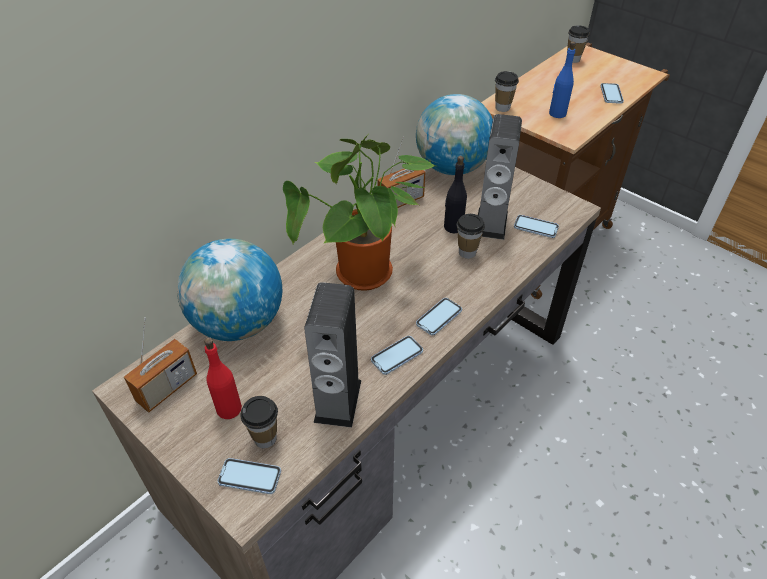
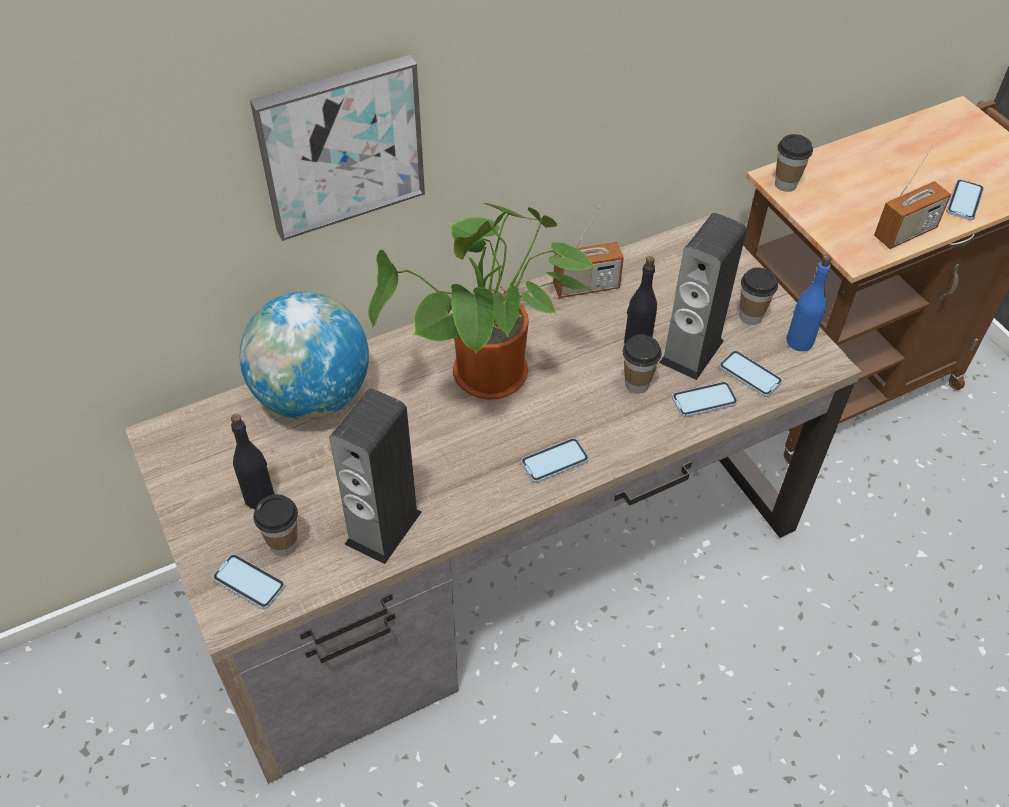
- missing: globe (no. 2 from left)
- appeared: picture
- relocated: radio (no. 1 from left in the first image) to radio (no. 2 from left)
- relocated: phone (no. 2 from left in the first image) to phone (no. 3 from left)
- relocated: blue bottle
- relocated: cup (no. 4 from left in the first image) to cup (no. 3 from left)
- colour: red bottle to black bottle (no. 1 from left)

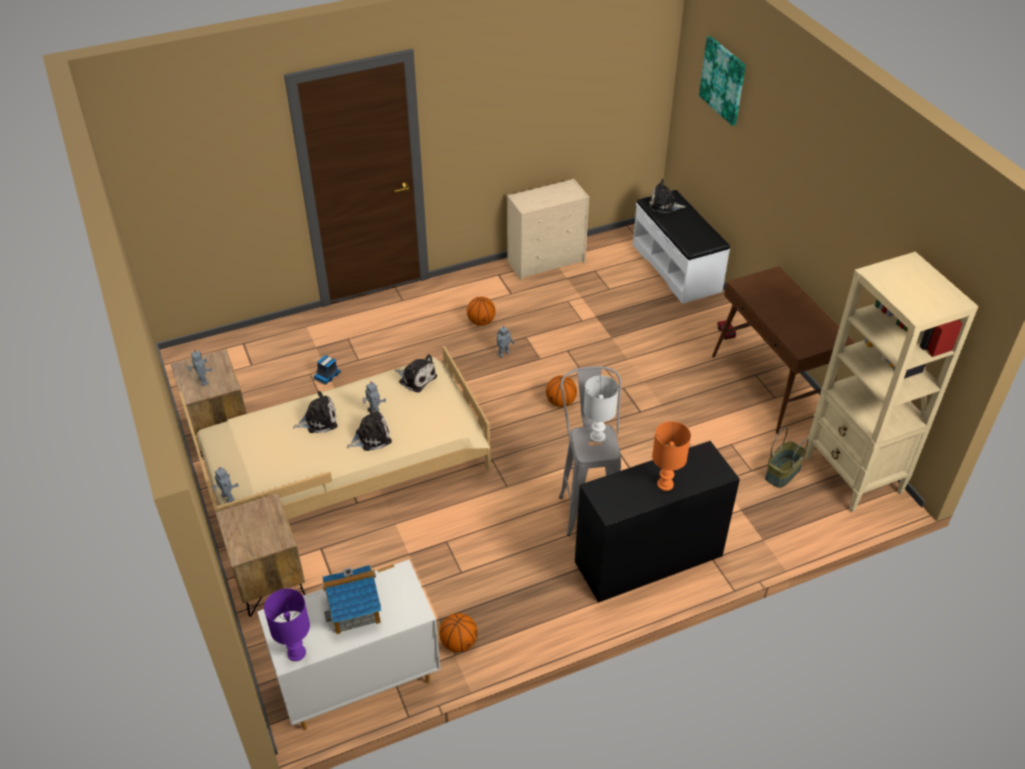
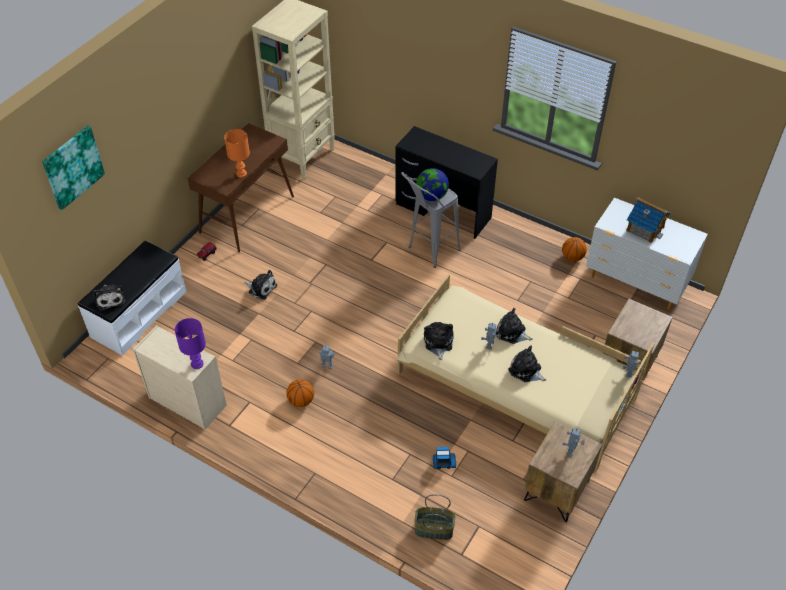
- missing: basketball (no. 3 from left)
- appeared: plush toy (no. 2 from left)
- relocated: purple table lamp
- relocated: orange table lamp
- relocated: basket
- exchanged: white table lamp to globe

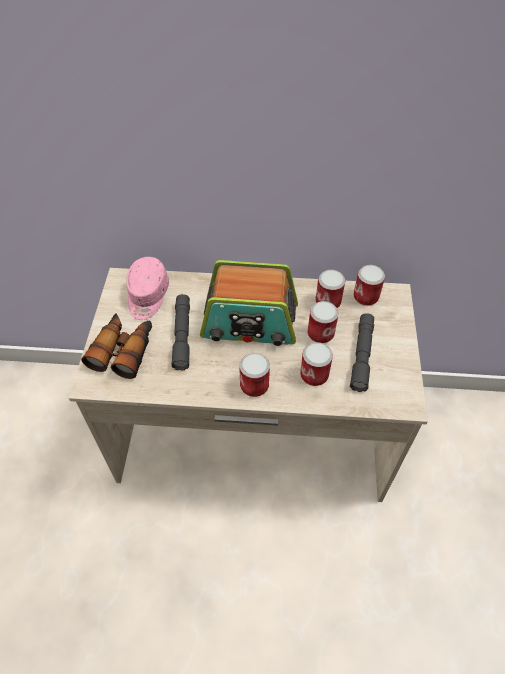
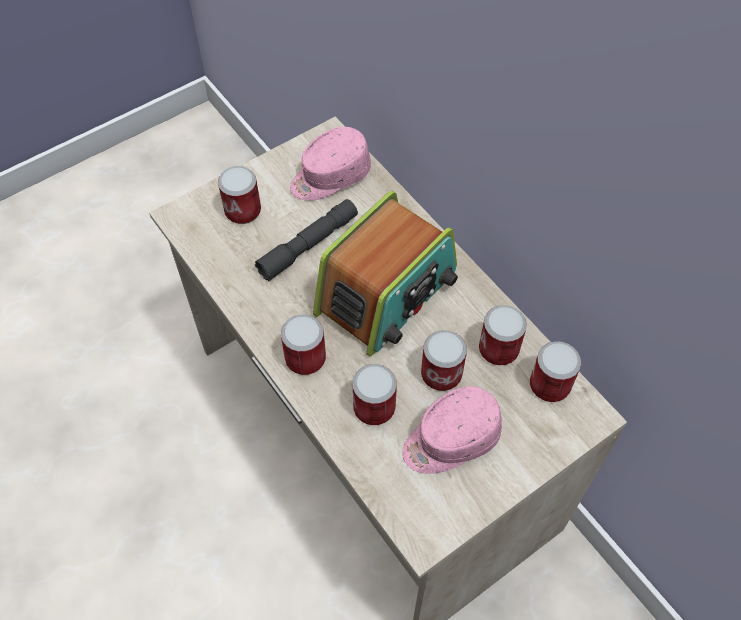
- exchanged: binoculars to can (no. 1 from left)
- exchanged: grey flashlight (no. 2 from left) to pink cap (no. 2 from left)
- spun: radio 105 degrees counterclockwise

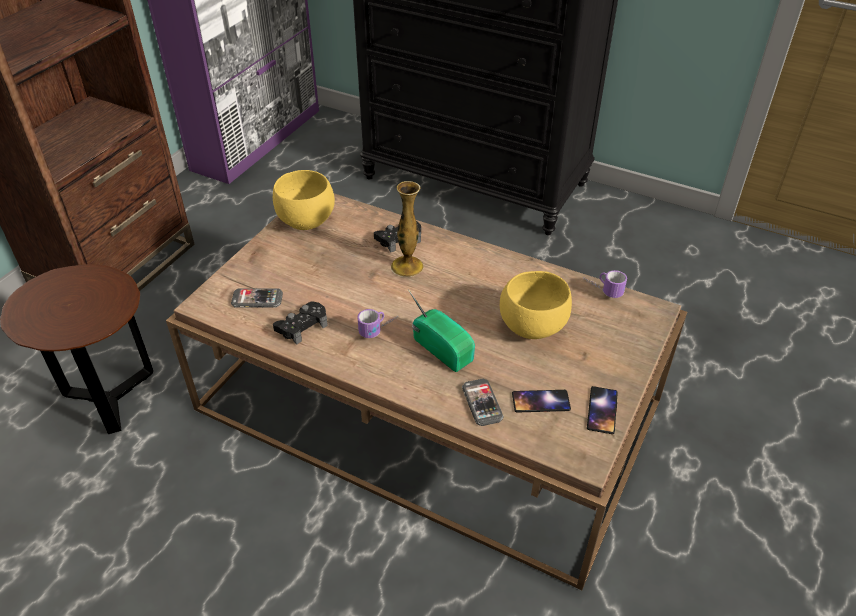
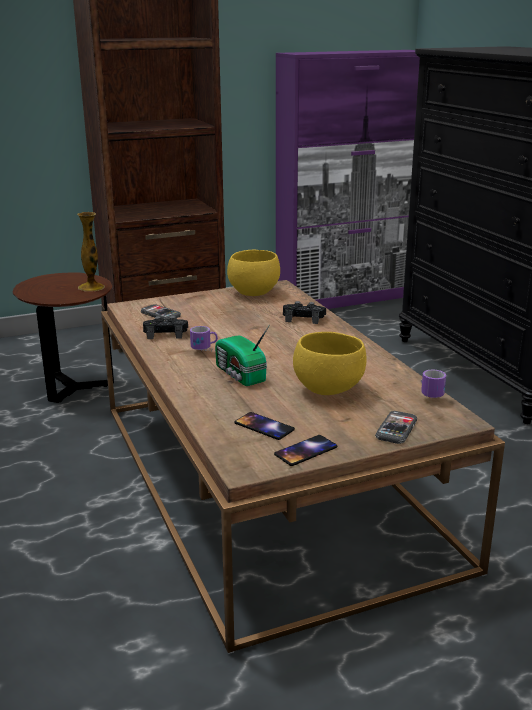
- relocated: vase
- relocated: phone (no. 2 from left in the first image) to phone (no. 4 from left)
- spun: radio 150 degrees clockwise

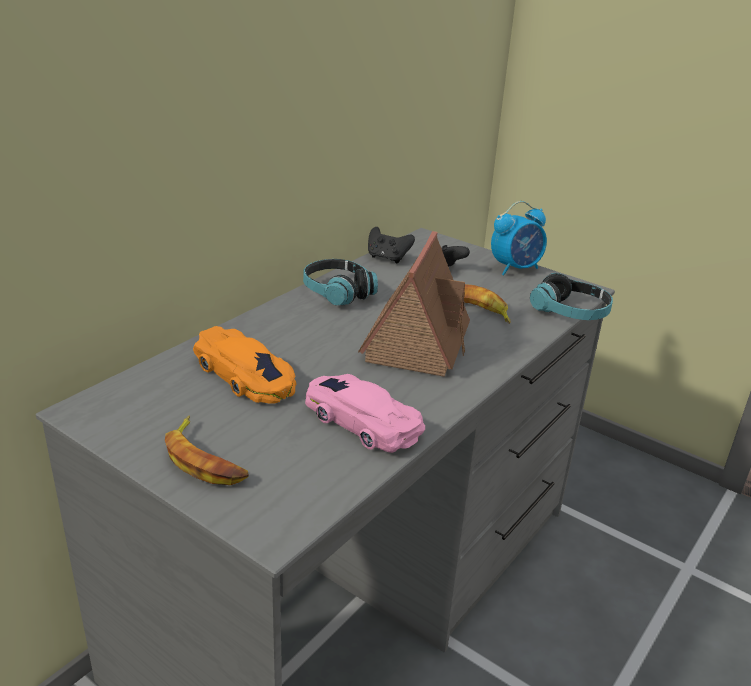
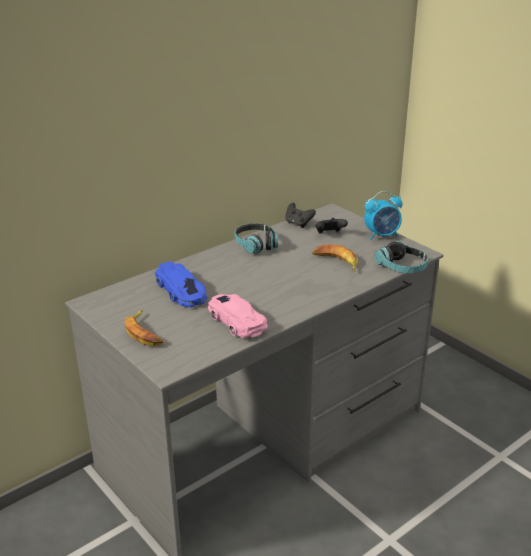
- missing: toy house
- colour: orange toy car to blue toy car

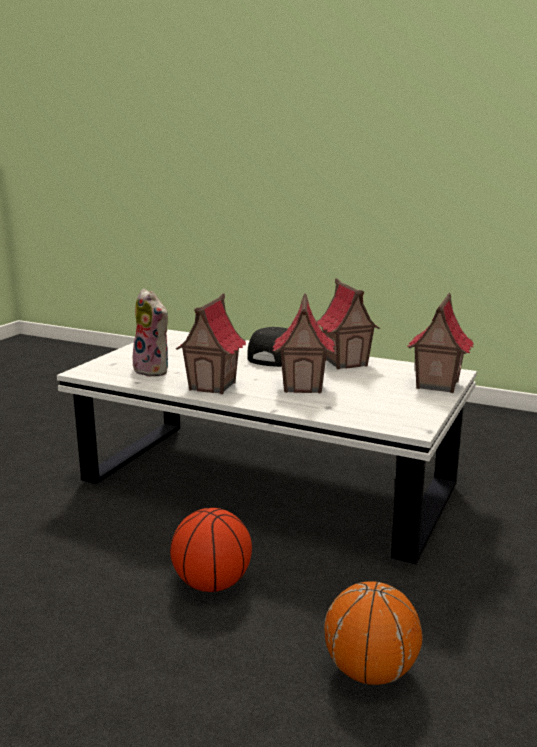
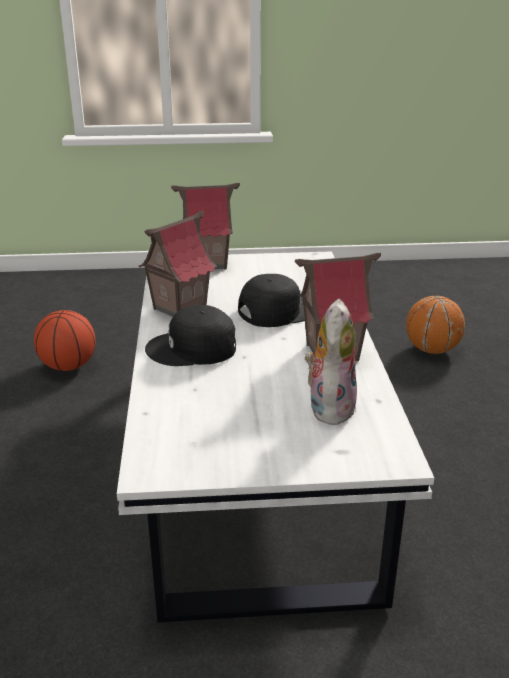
- relocated: basketball (no. 1 from left)
- exchanged: toy house (no. 2 from left) to black cap (no. 2 from left)

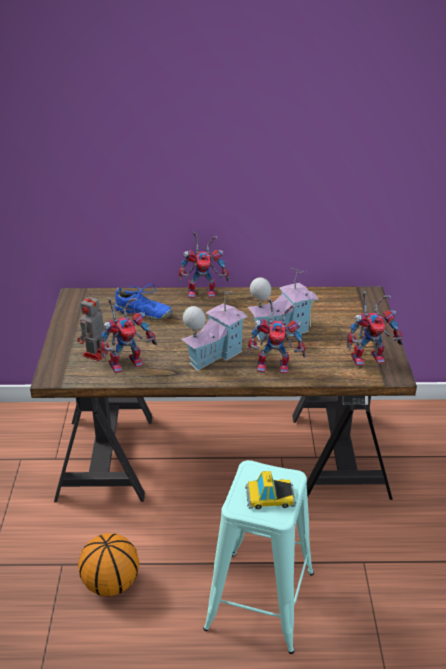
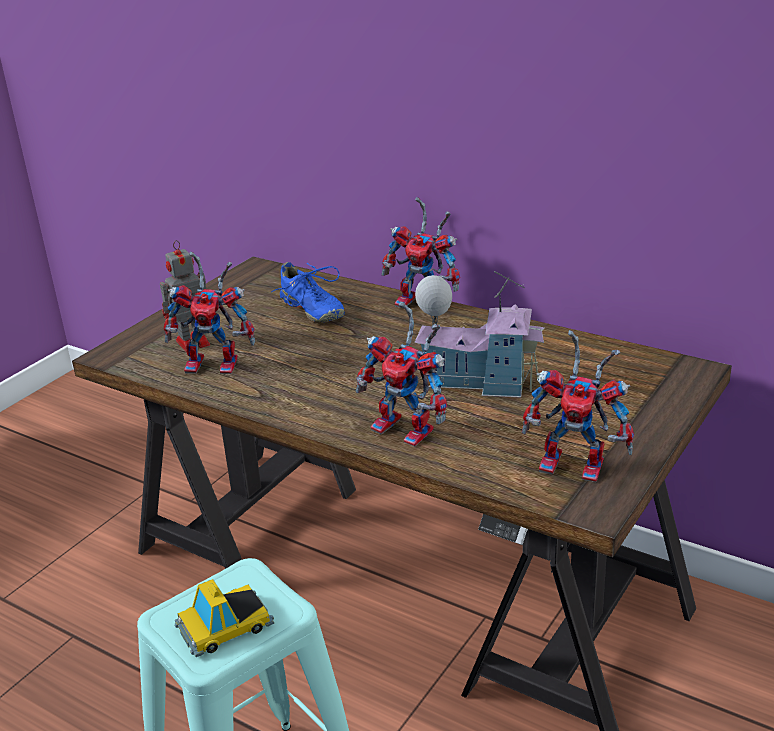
- missing: basketball
- missing: toy house (no. 1 from left)
- spun: toy car 60 degrees counterclockwise

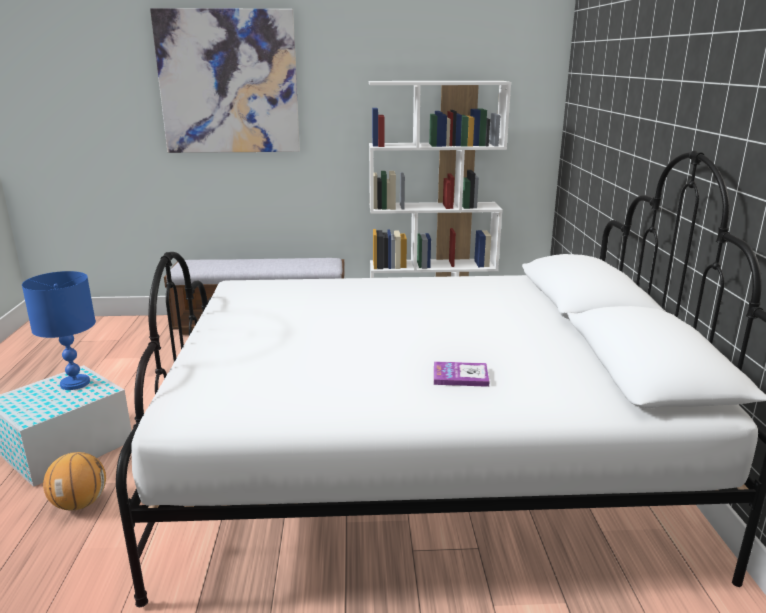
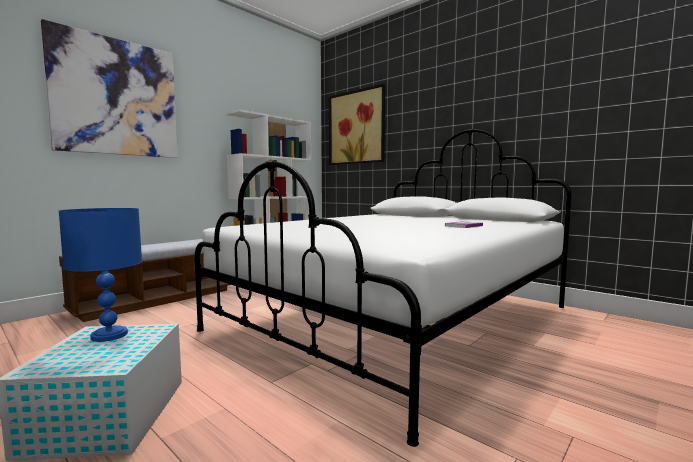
- missing: basketball
- appeared: picture (no. 2 from left)

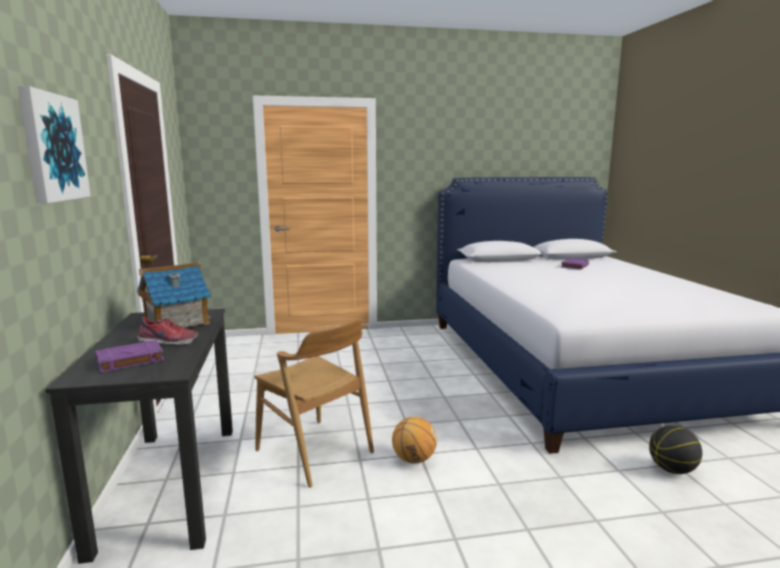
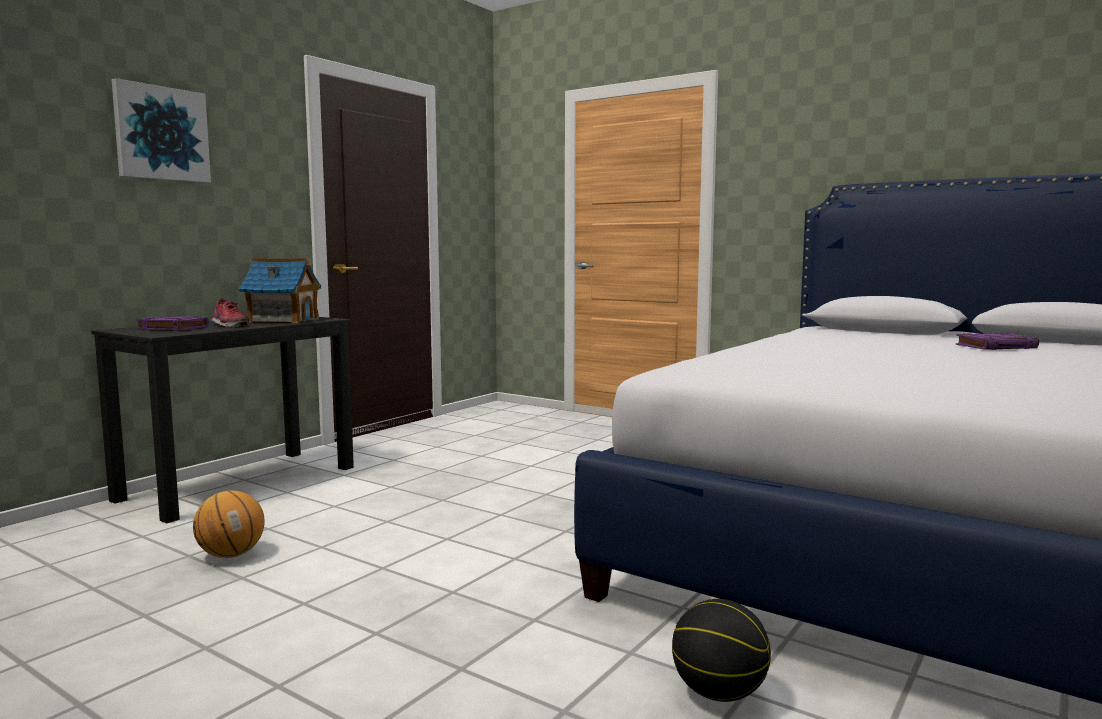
- missing: brown chair
- relocated: basketball (no. 1 from left)

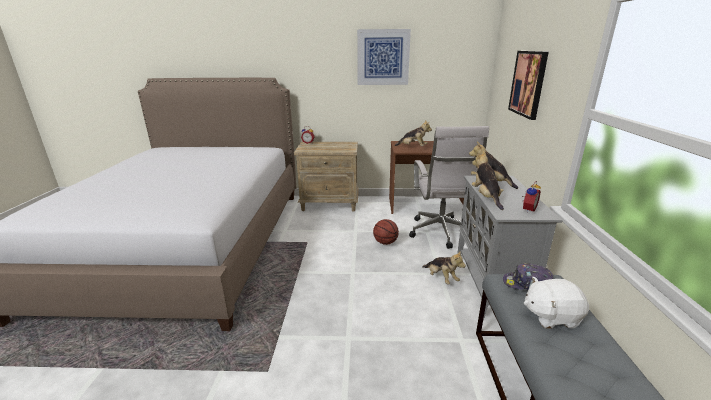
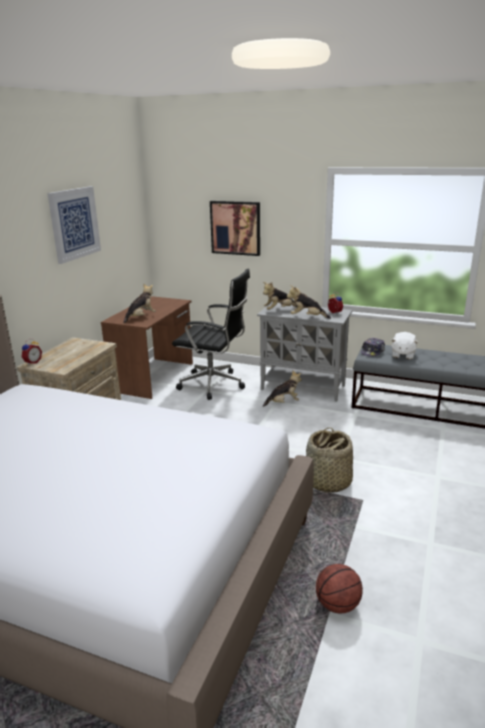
- appeared: basket
- relocated: basketball
- colour: white office chair to black office chair

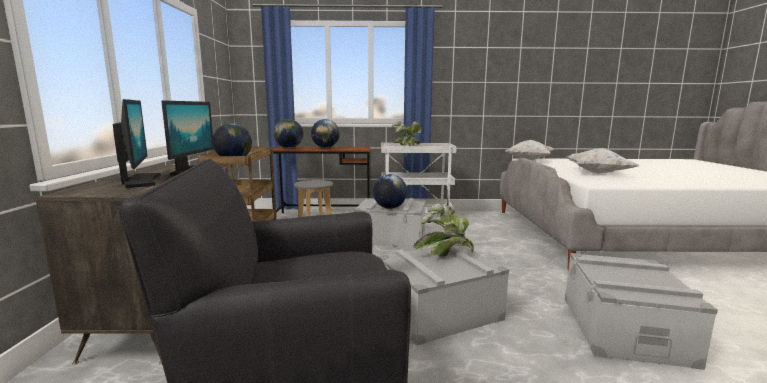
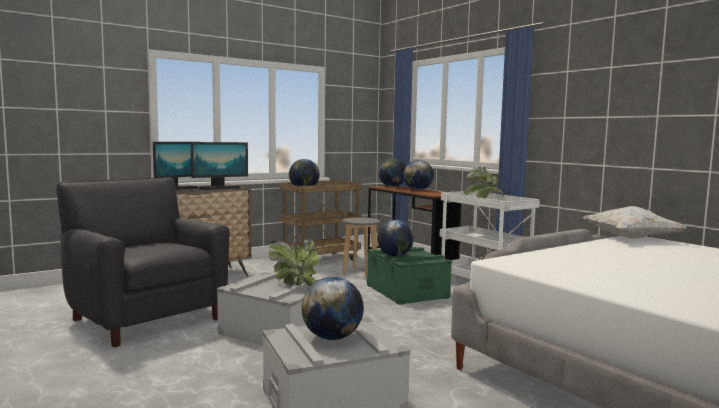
- missing: white pillow (no. 2 from left)
- appeared: globe (no. 2 from left)
- colour: grey storage box (no. 1 from left) to green storage box

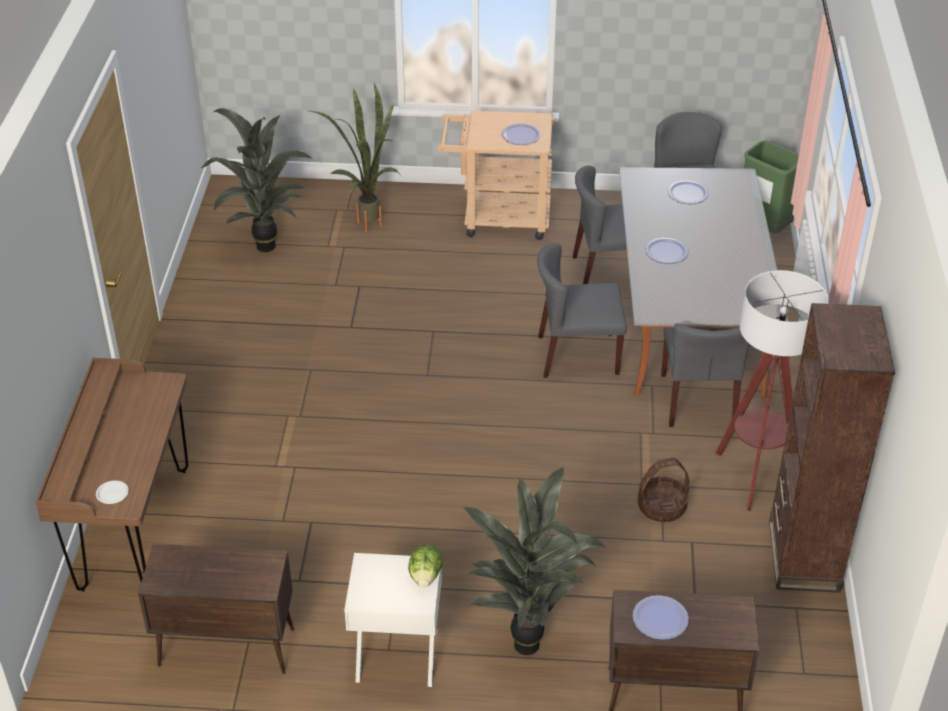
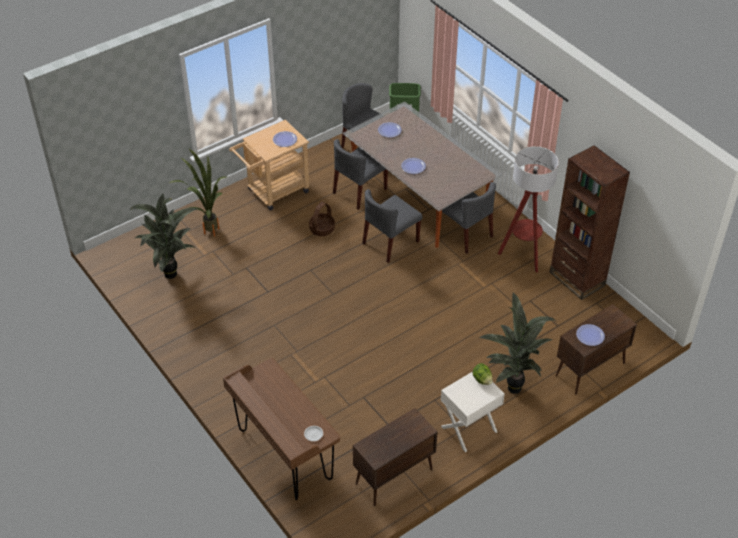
- relocated: basket

